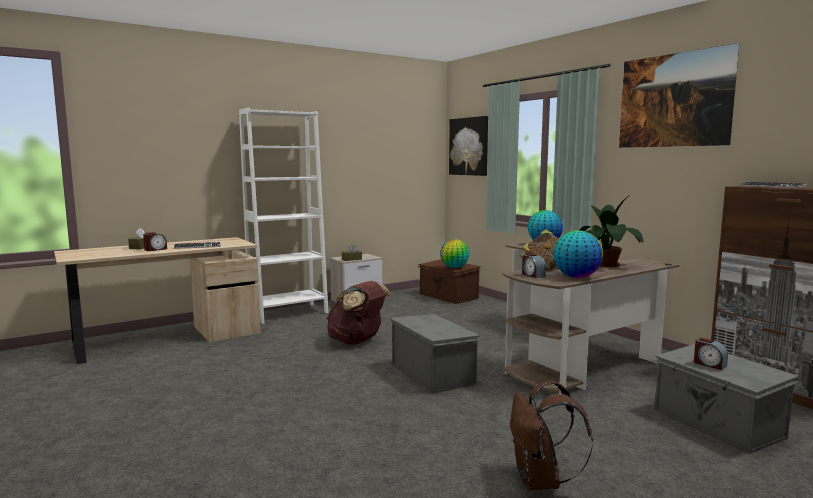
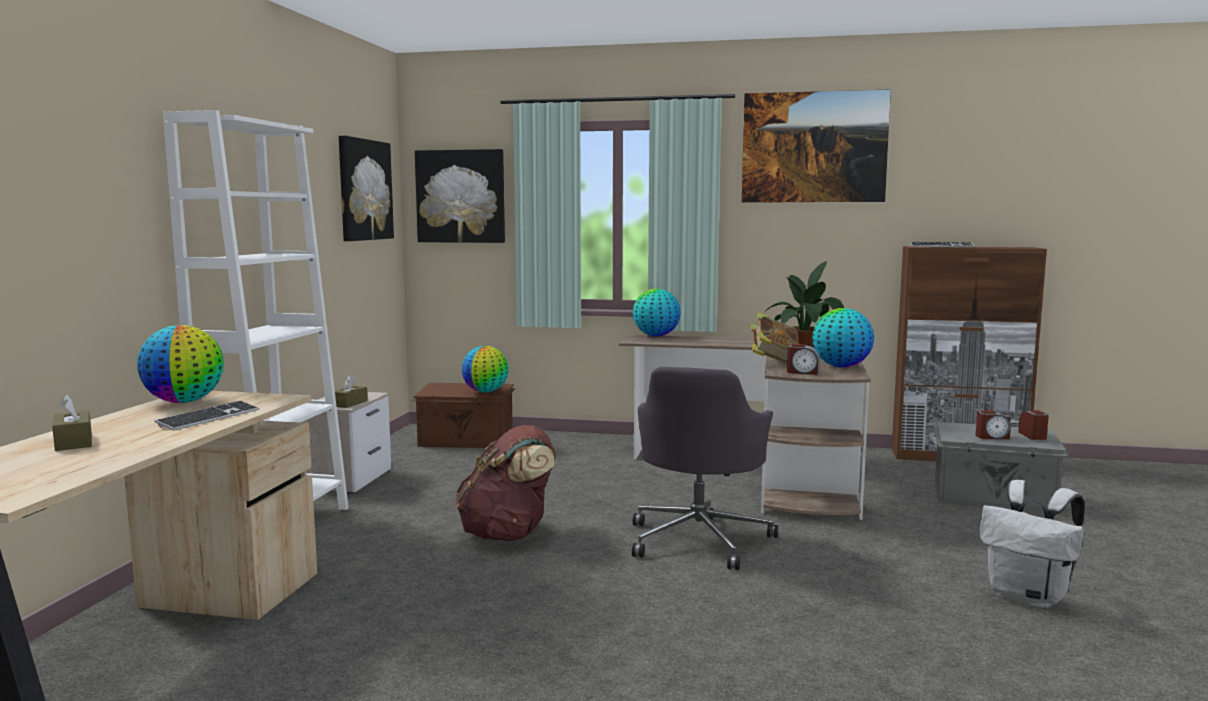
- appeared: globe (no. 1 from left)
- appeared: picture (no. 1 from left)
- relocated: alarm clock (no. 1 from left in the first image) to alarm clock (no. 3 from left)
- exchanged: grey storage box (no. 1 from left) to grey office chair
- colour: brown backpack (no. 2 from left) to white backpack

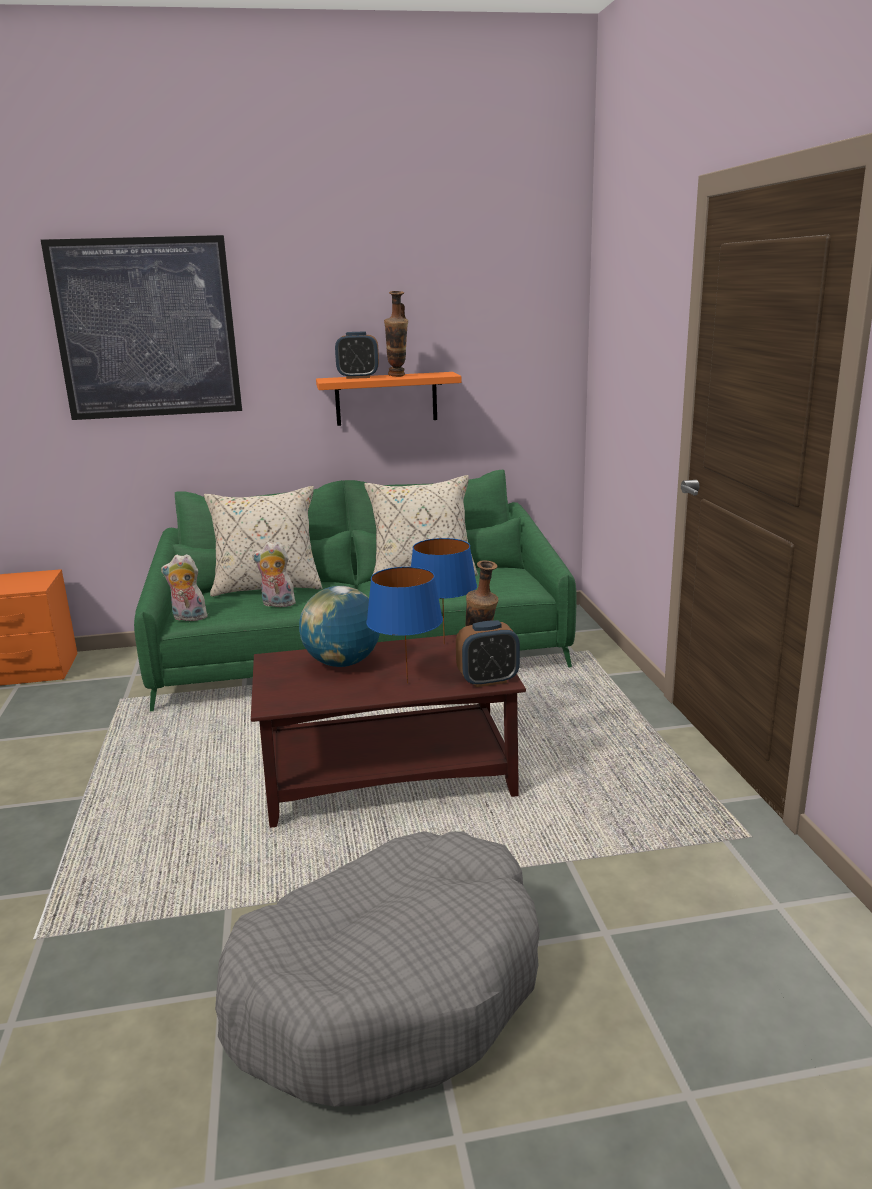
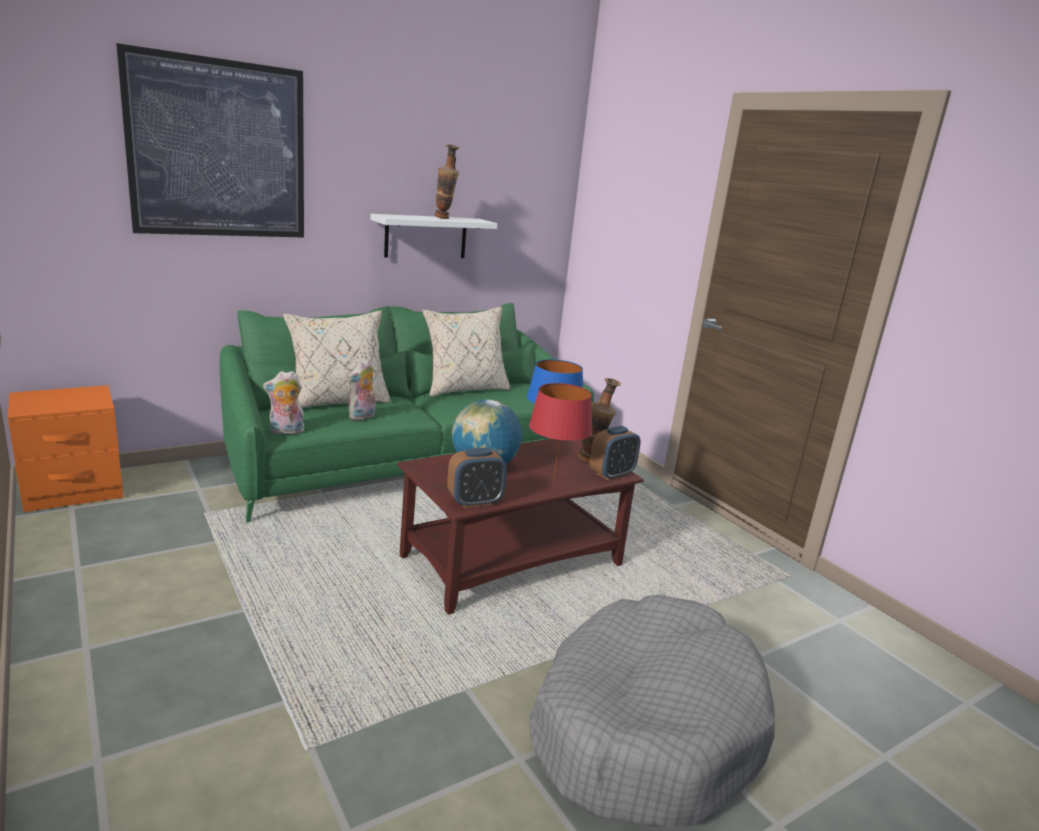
- relocated: alarm clock (no. 1 from left)
- colour: orange shelf to white shelf
- colour: blue table lamp (no. 1 from left) to red table lamp
- spun: plush toy (no. 2 from left) 45 degrees counterclockwise

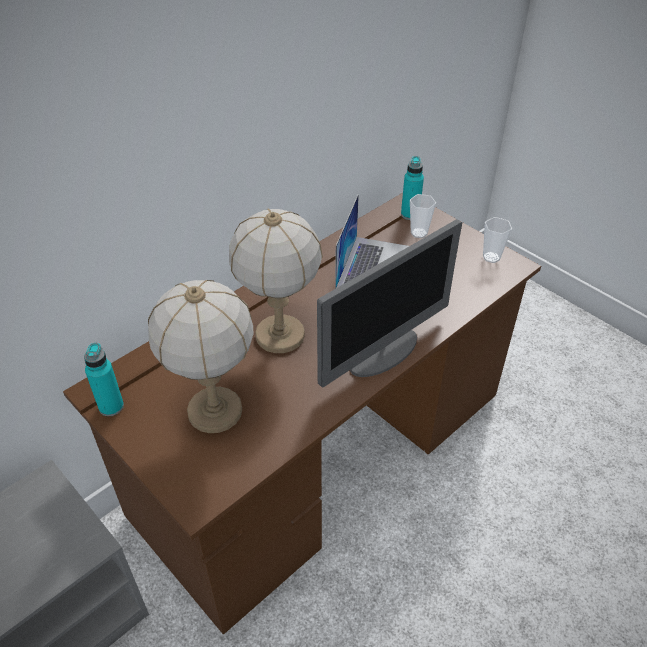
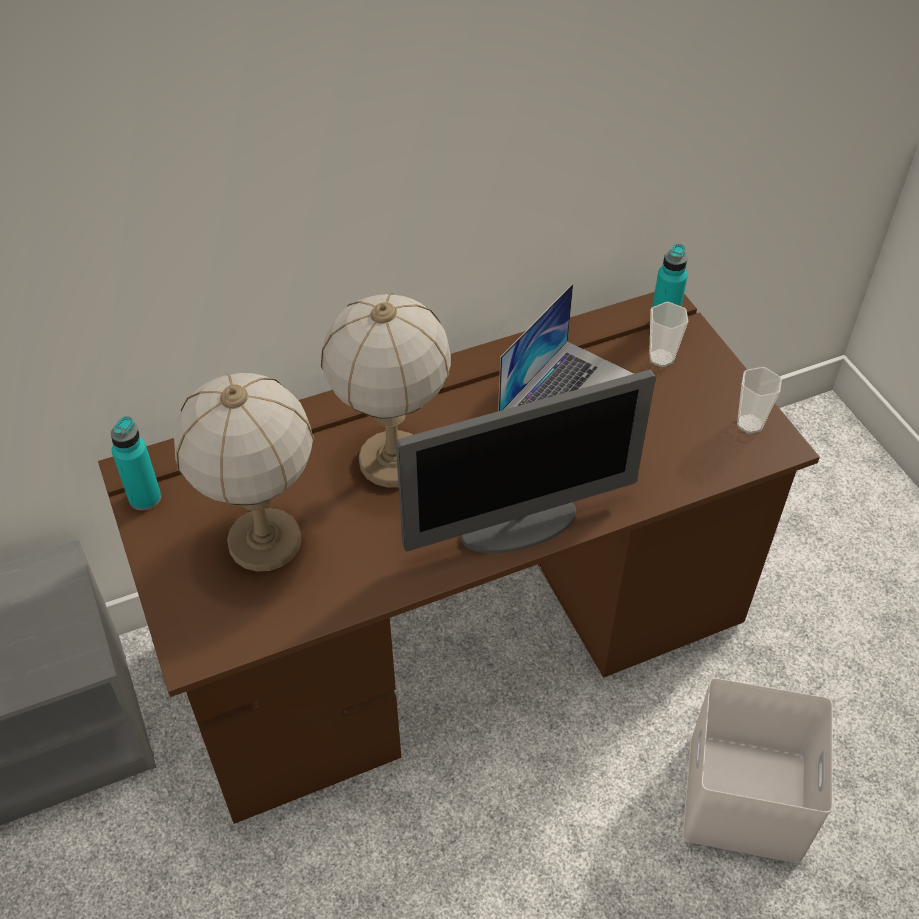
- appeared: white storage box

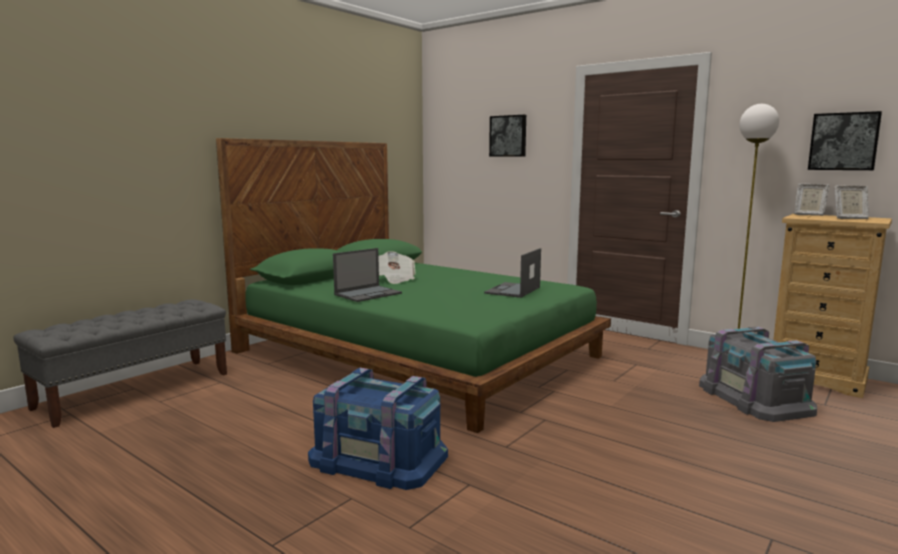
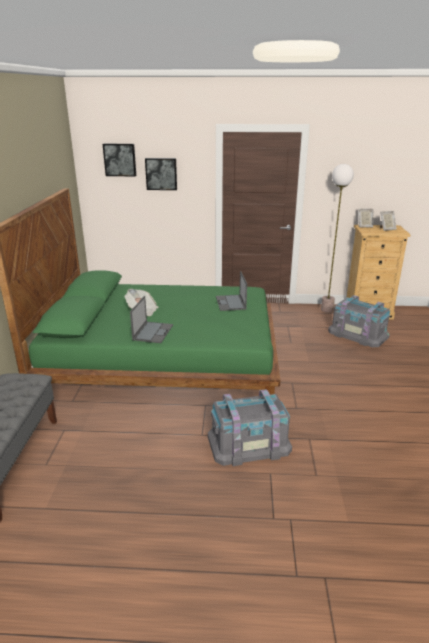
- relocated: picture (no. 2 from left in the first image) to picture (no. 1 from left)
- colour: blue storage box to grey storage box (no. 1 from left)

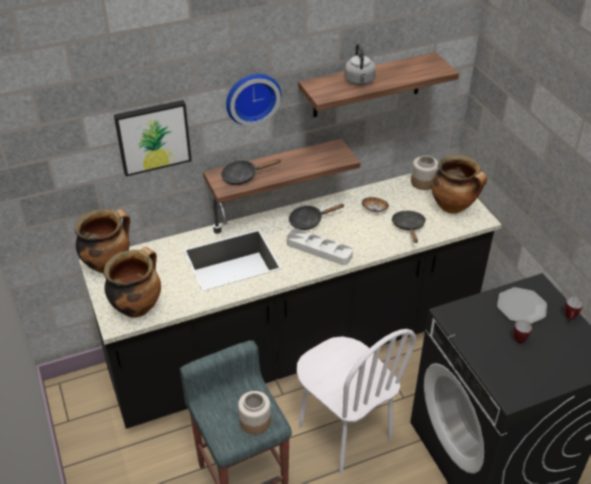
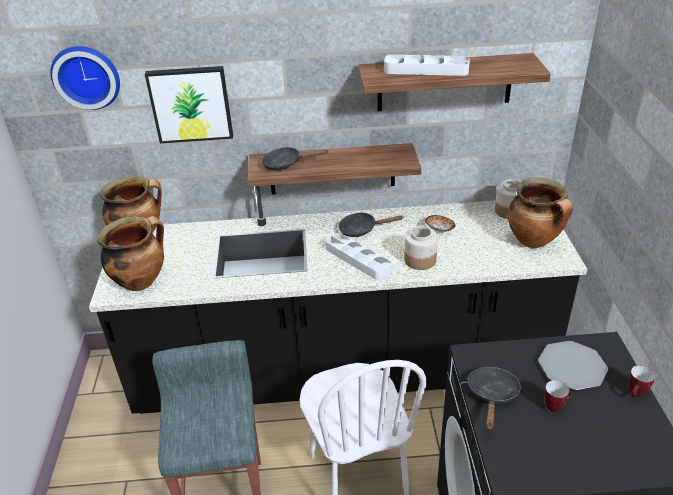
- relocated: wall clock
- relocated: jar (no. 1 from left)
- relocated: black frying pan (no. 3 from left)
- exchanged: grey kettle to white tray (no. 2 from left)

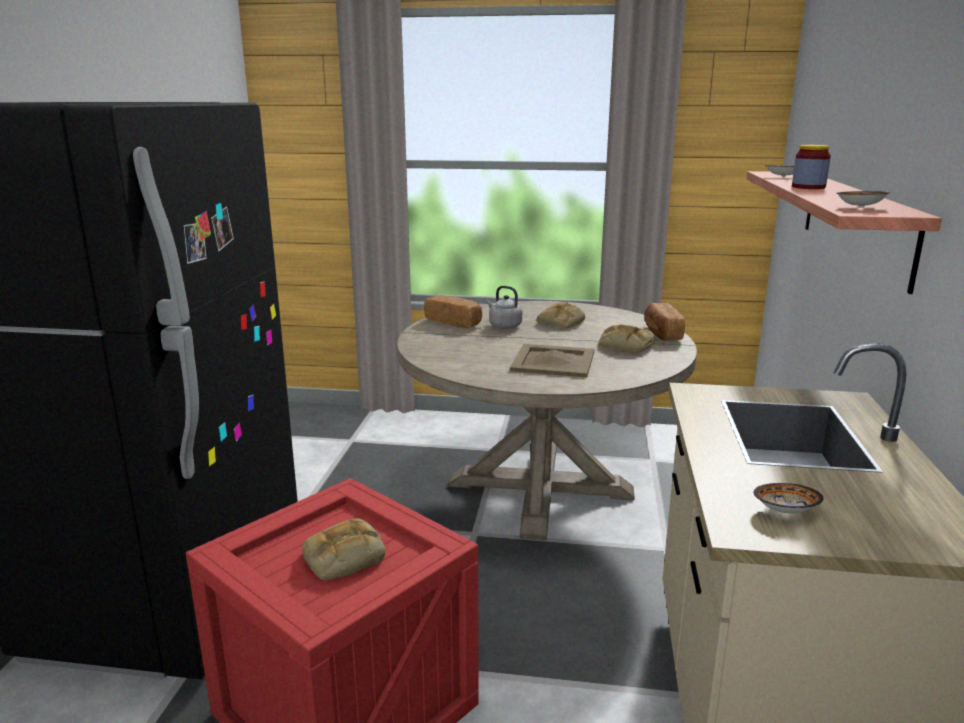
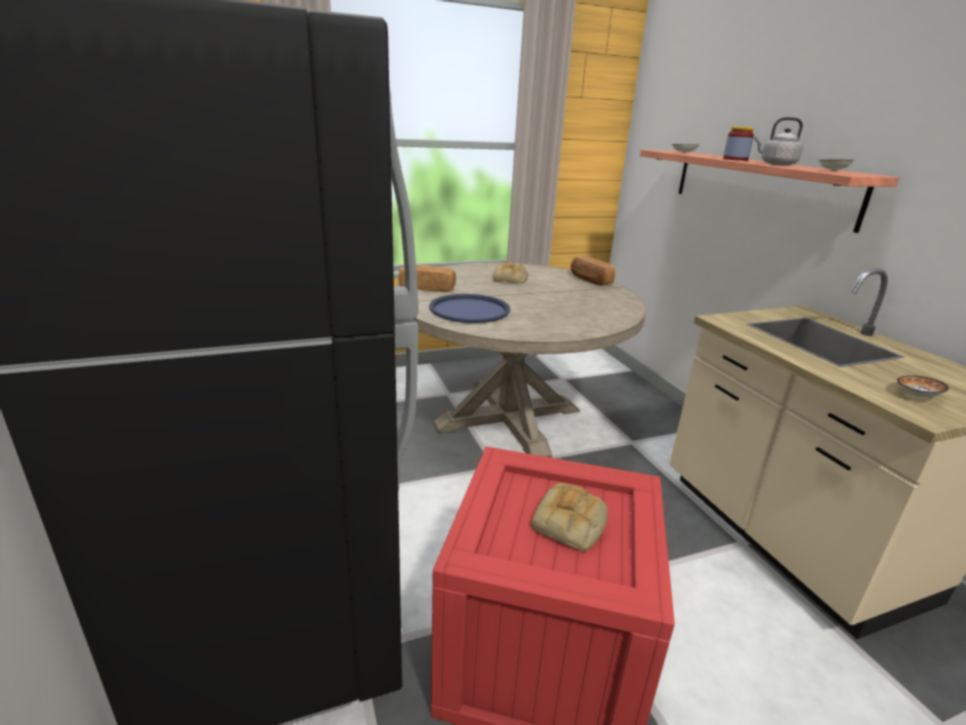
- missing: beige tray
- missing: bread (no. 4 from left)
- appeared: blue tray
- relocated: grey kettle

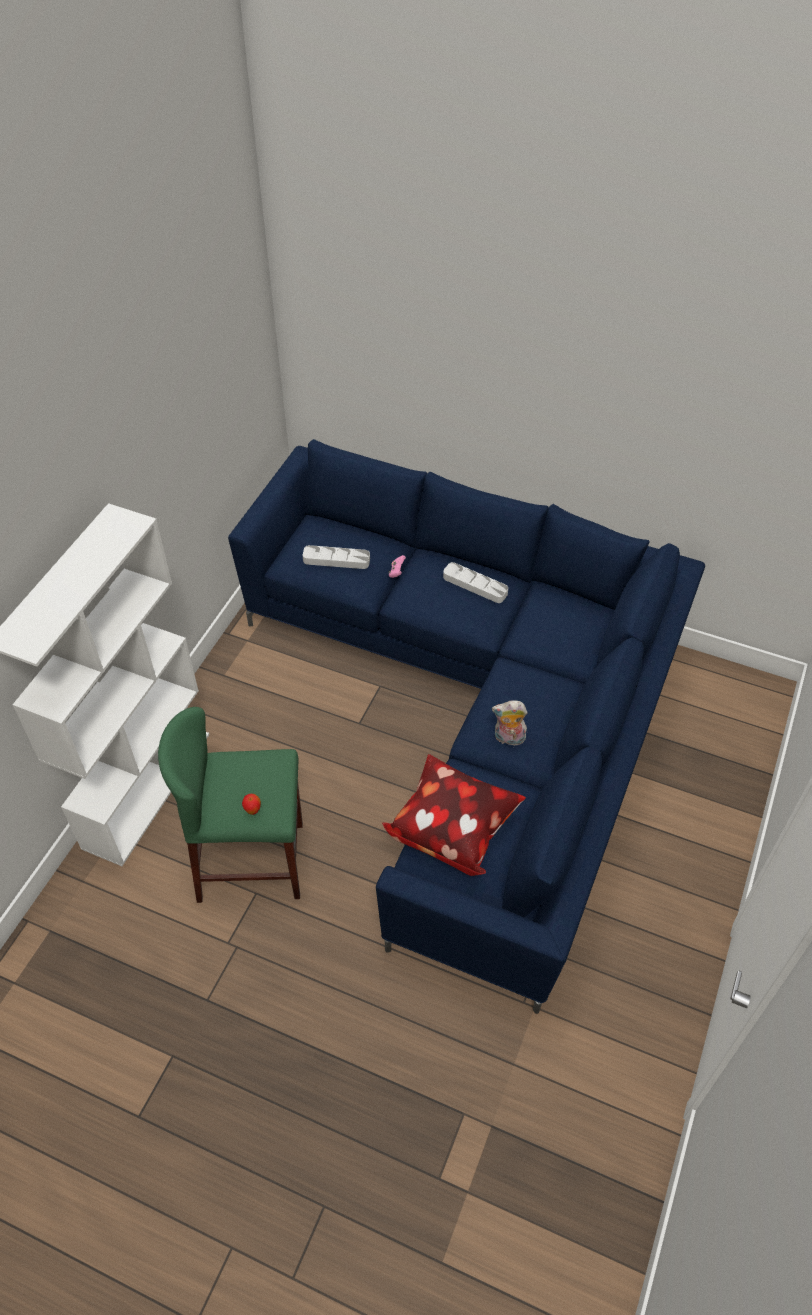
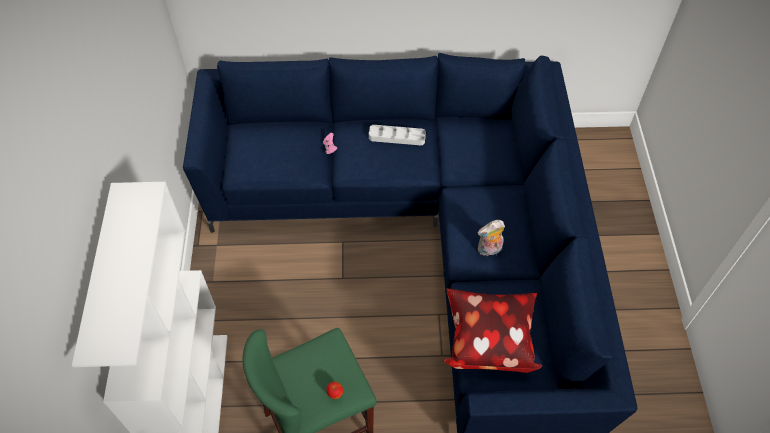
- missing: grey tray (no. 1 from left)

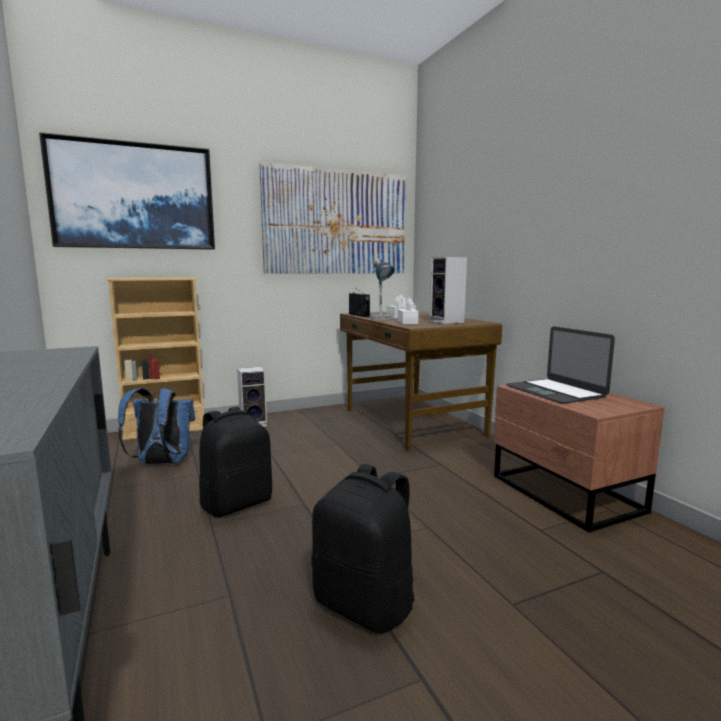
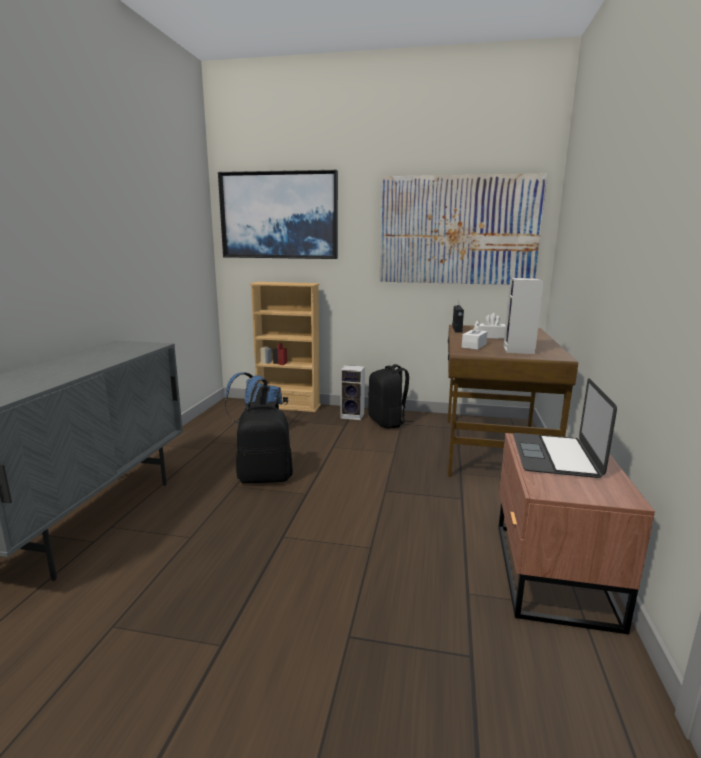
- missing: table lamp
- relocated: black backpack (no. 2 from left)

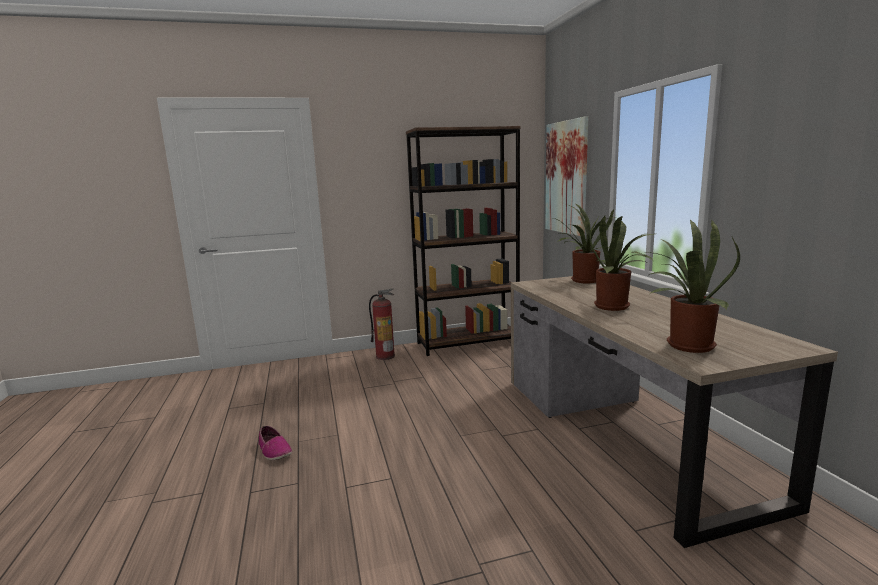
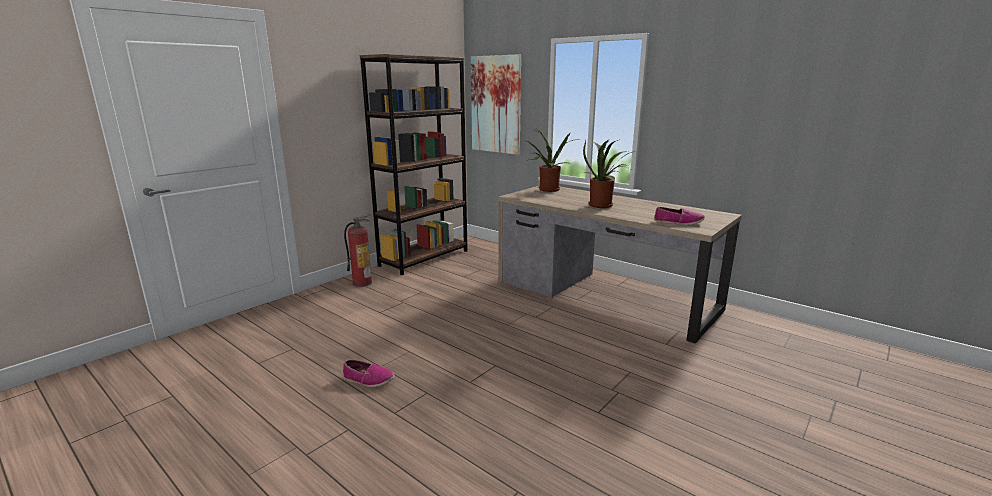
- exchanged: potted plant (no. 3 from left) to shoe (no. 2 from left)

